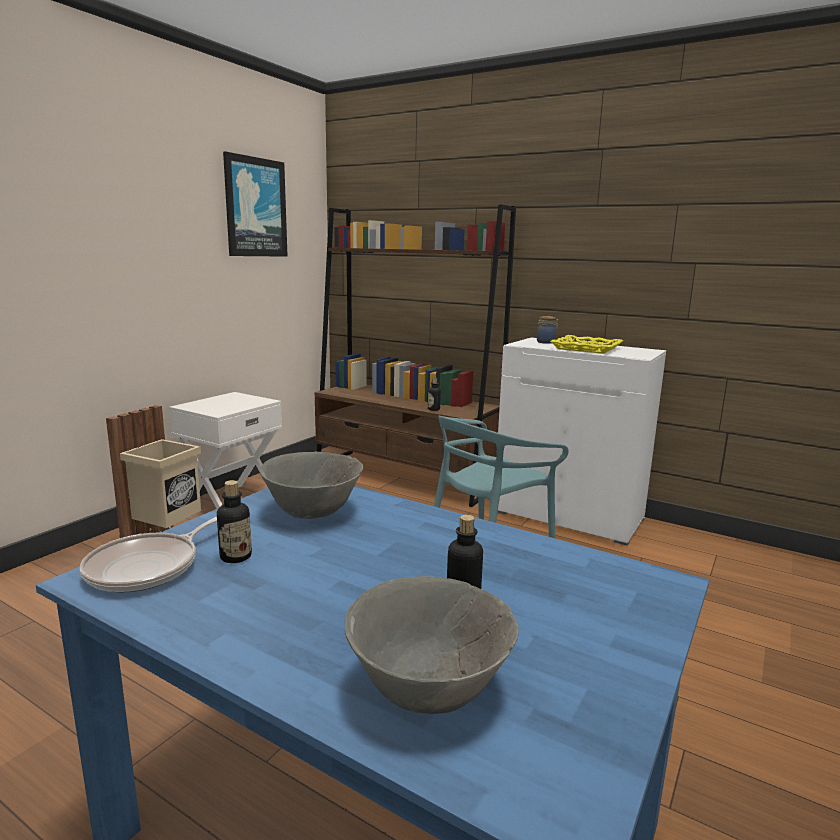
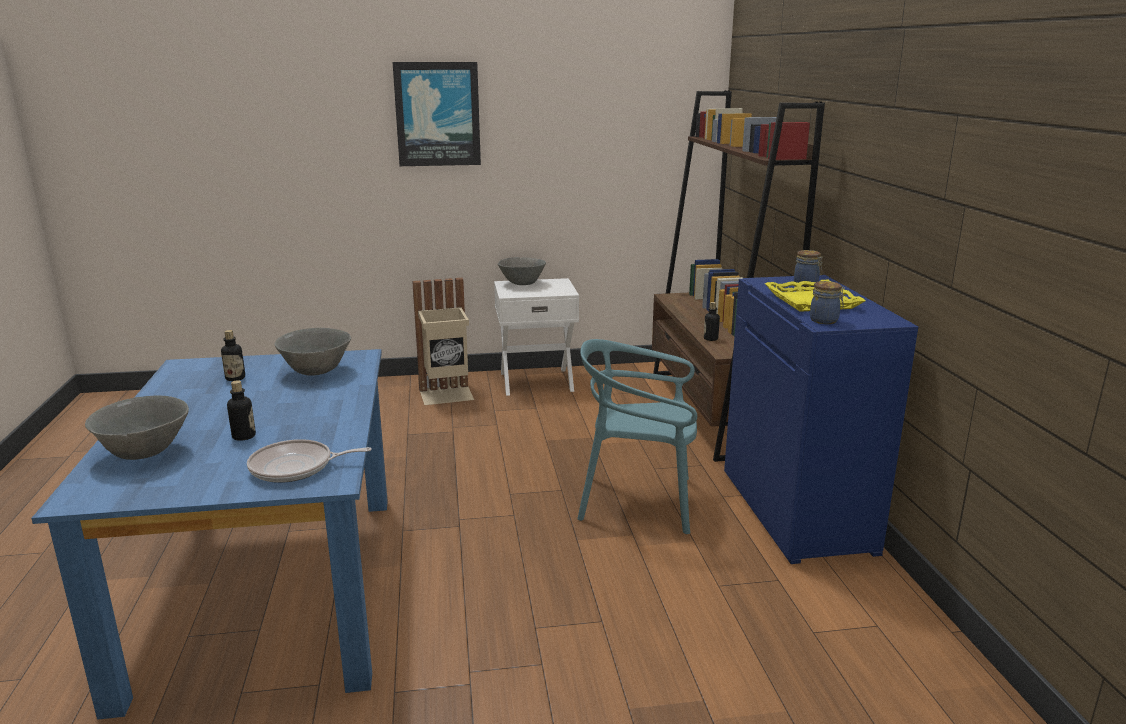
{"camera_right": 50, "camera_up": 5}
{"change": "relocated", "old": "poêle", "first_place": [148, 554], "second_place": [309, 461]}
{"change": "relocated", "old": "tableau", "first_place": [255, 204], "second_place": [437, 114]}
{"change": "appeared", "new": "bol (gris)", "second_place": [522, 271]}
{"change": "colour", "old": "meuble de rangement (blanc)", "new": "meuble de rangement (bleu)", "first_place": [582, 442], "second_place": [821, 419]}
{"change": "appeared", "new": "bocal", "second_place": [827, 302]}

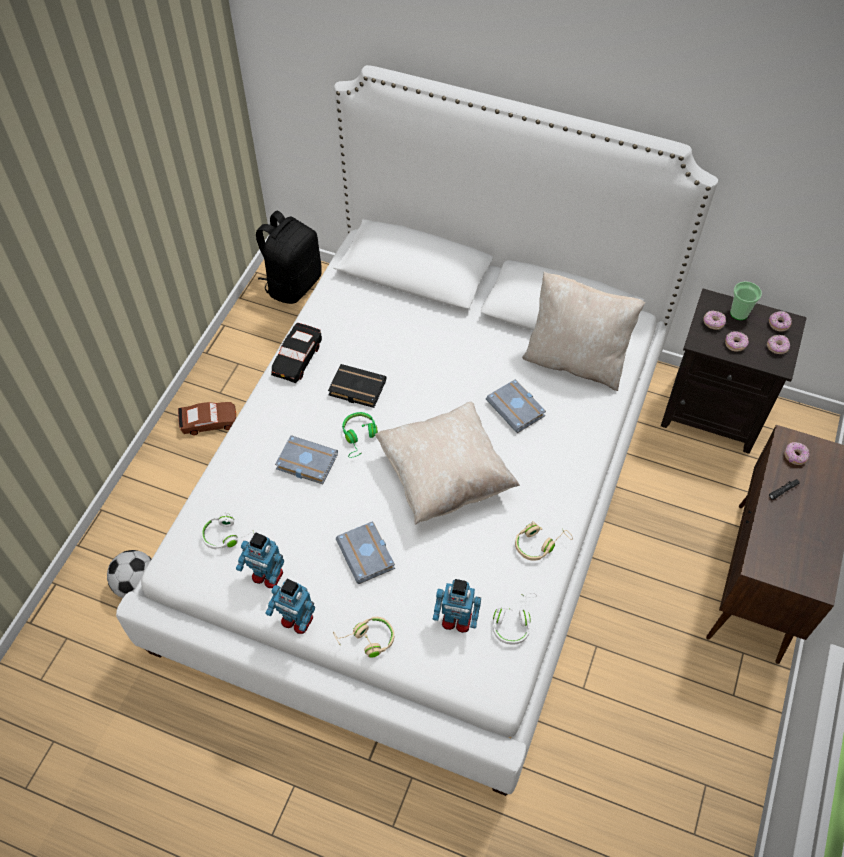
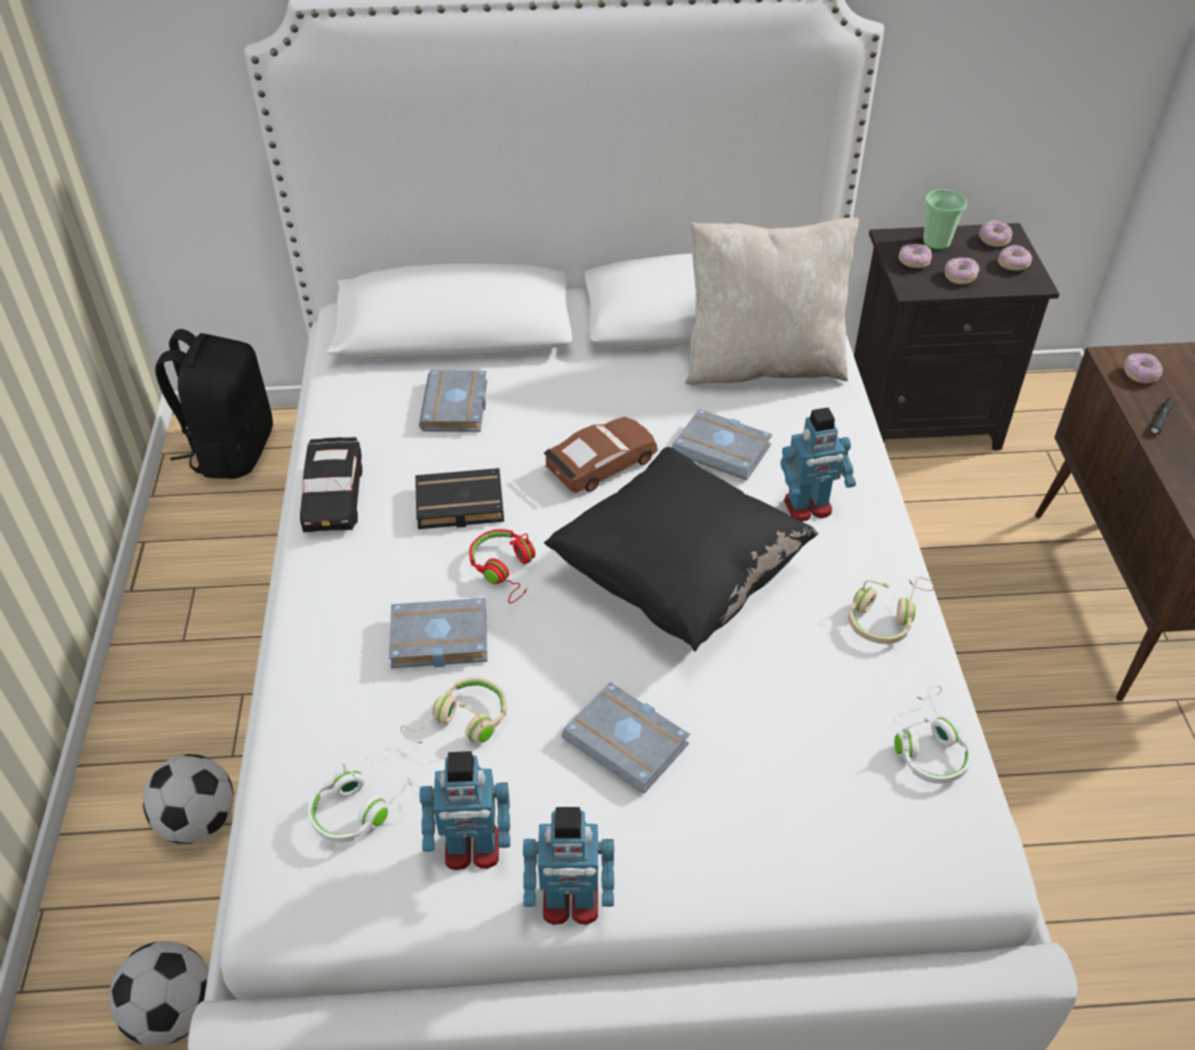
{"camera_right": -25, "camera_up": -10}
{"change": "appeared", "new": "ballon de foot", "second_place": [188, 799]}
{"change": "relocated", "old": "casque audio (beige)", "first_place": [363, 637], "second_place": [453, 710]}
{"change": "appeared", "new": "livre (gris)", "second_place": [453, 401]}
{"change": "colour", "old": "casque audio (vert)", "new": "casque audio (rouge)", "first_place": [360, 435], "second_place": [502, 566]}
{"change": "relocated", "old": "petite voiture (marron)", "first_place": [207, 418], "second_place": [601, 455]}
{"change": "colour", "old": "coussin (beige)", "new": "coussin (noir)", "first_place": [447, 463], "second_place": [681, 549]}
{"change": "relocated", "old": "robot jouet", "first_place": [457, 606], "second_place": [818, 464]}

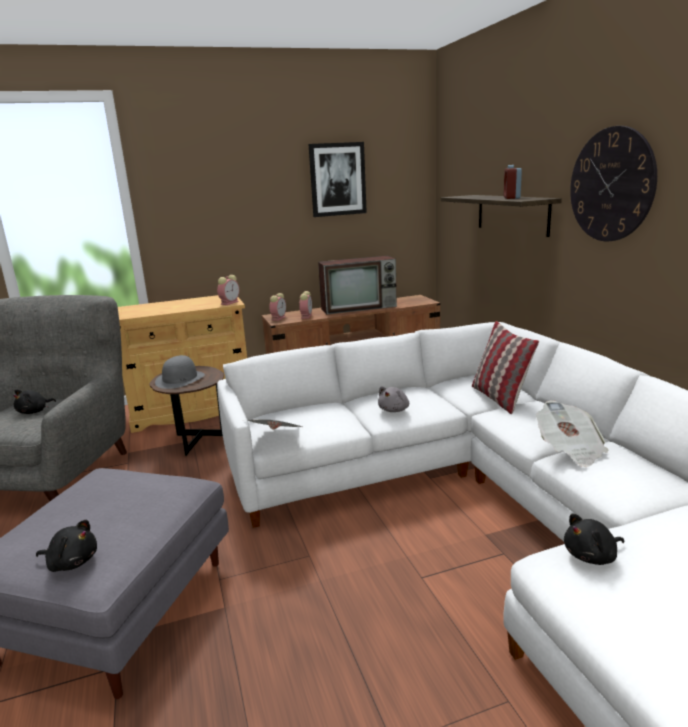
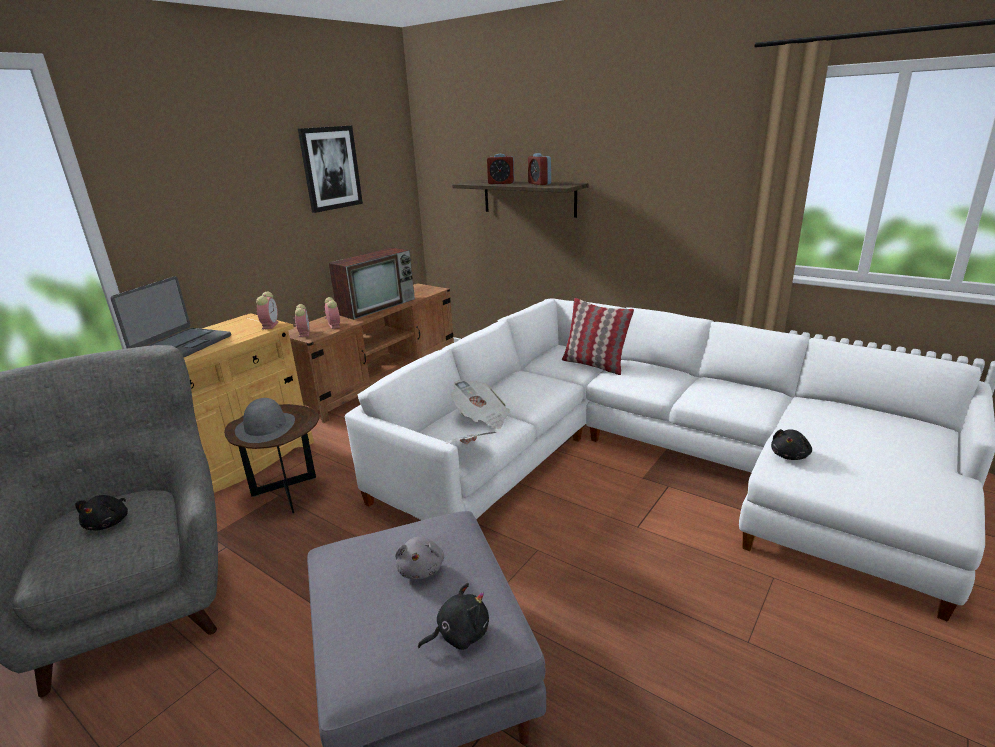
{"camera_right": -35, "camera_up": 5}
{"change": "appeared", "new": "ordinateur portable", "second_place": [170, 317]}
{"change": "relocated", "old": "peluche (gris)", "first_place": [393, 399], "second_place": [419, 558]}
{"change": "relocated", "old": "journal", "first_place": [572, 433], "second_place": [480, 404]}
{"change": "appeared", "new": "réveil", "second_place": [500, 169]}
{"change": "missing", "old": "horloge murale", "first_place": [613, 183]}

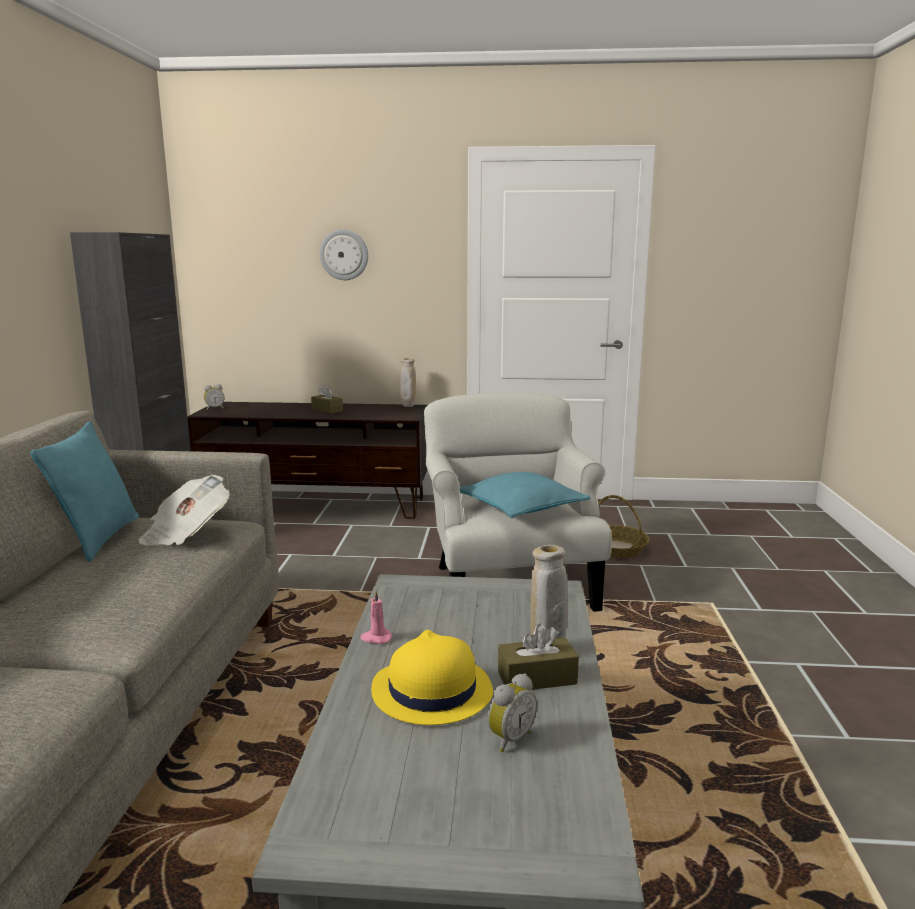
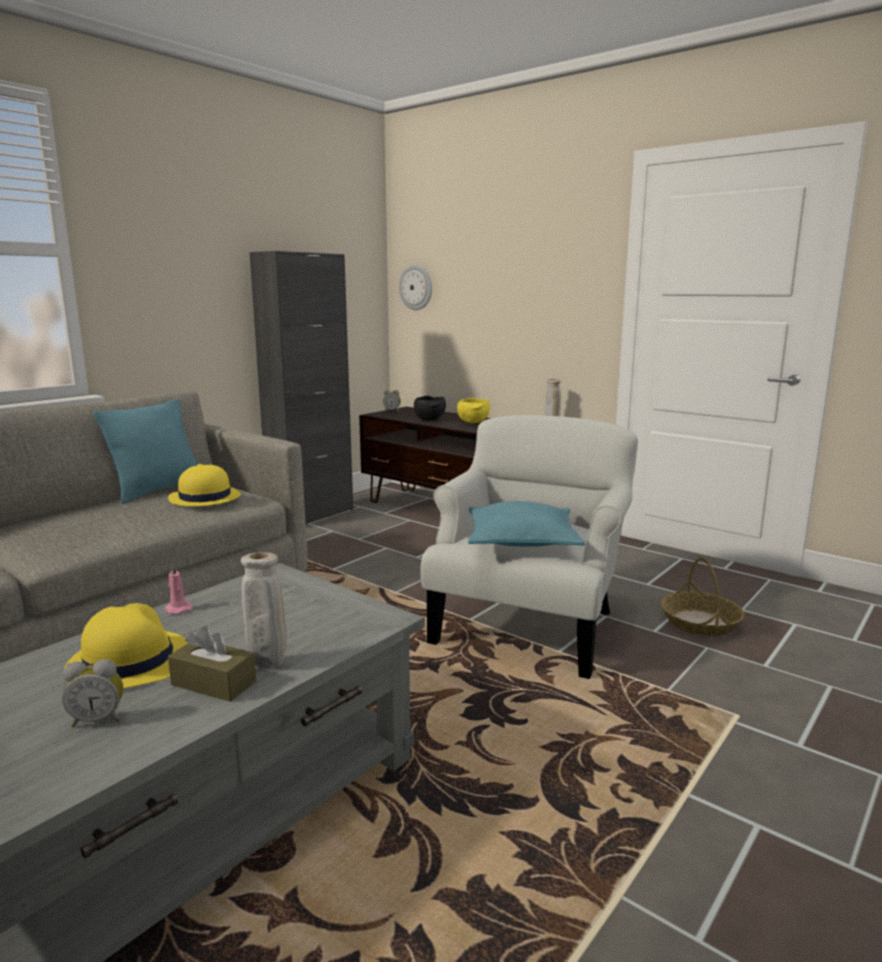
{"camera_right": 35, "camera_up": 0}
{"change": "exchanged", "old": "journal", "new": "chapeau (jaune)", "first_place": [184, 510], "second_place": [204, 485]}
{"change": "relocated", "old": "horloge murale", "first_place": [344, 254], "second_place": [415, 287]}
{"change": "appeared", "new": "bol (noir)", "second_place": [430, 408]}
{"change": "exchanged", "old": "boîte à mouchoirs (marron)", "new": "bol (jaune)", "first_place": [327, 399], "second_place": [473, 410]}

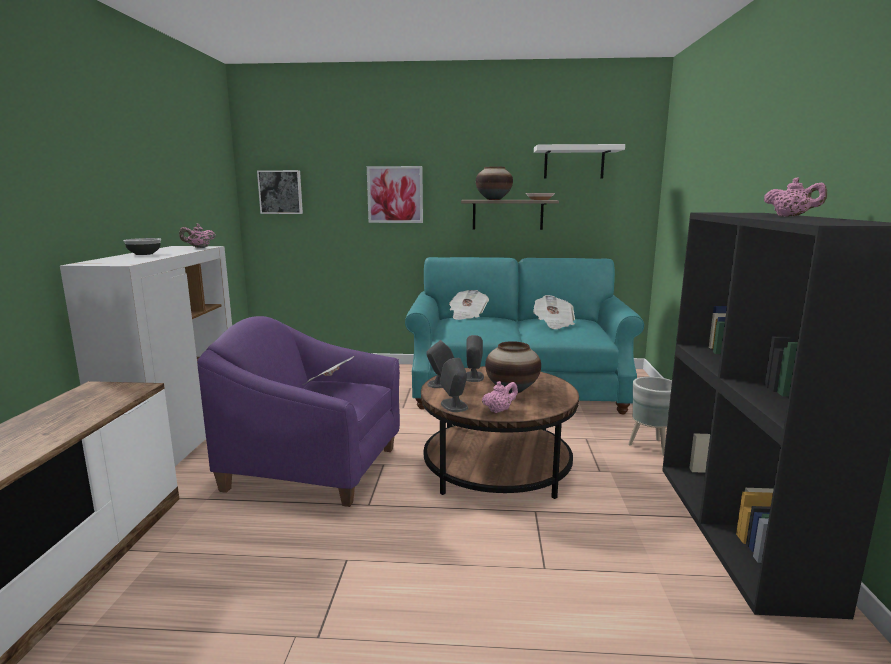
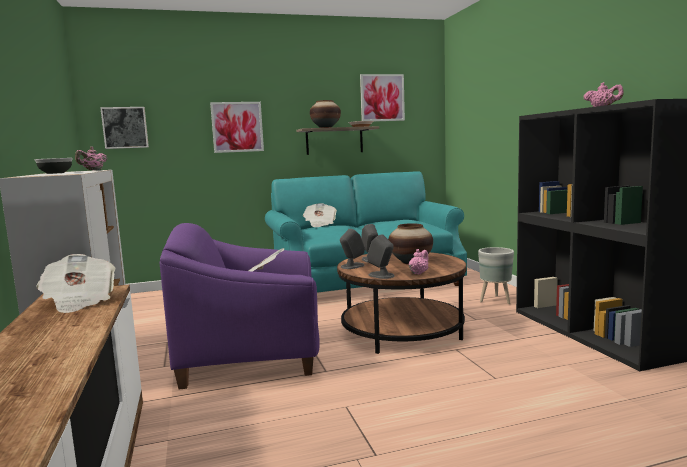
{"camera_right": -20, "camera_up": -5}
{"change": "relocated", "old": "journal", "first_place": [554, 312], "second_place": [75, 283]}
{"change": "exchanged", "old": "étagère (blanc)", "new": "tableau", "first_place": [579, 161], "second_place": [382, 97]}

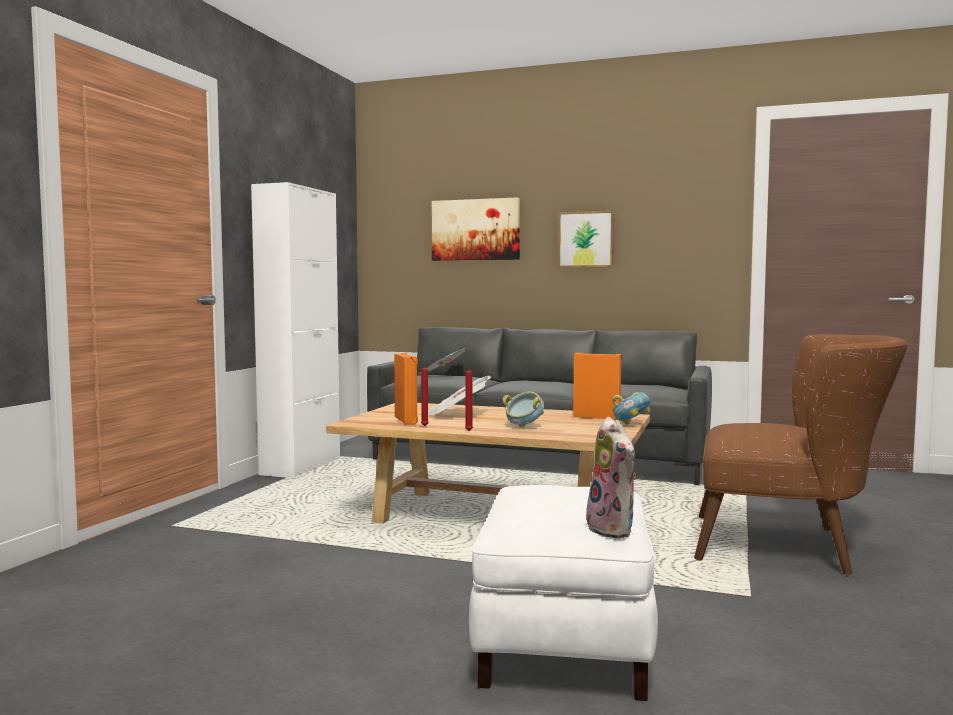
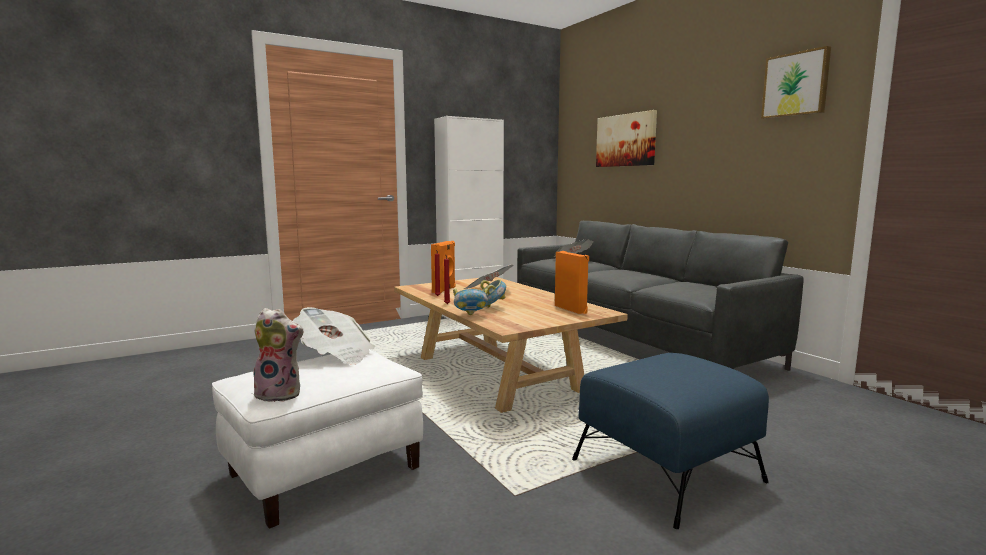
{"camera_right": 40, "camera_up": 5}
{"change": "spun", "old": "peluche", "first_place": [611, 477], "second_place": [276, 355], "degrees": -105}
{"change": "appeared", "new": "journal", "second_place": [334, 336]}
{"change": "relocated", "old": "bol", "first_place": [631, 408], "second_place": [470, 301]}
{"change": "exchanged", "old": "fauteuil (marron)", "new": "pouf (bleu)", "first_place": [801, 454], "second_place": [670, 441]}
{"change": "relocated", "old": "tableau", "first_place": [586, 239], "second_place": [796, 82]}

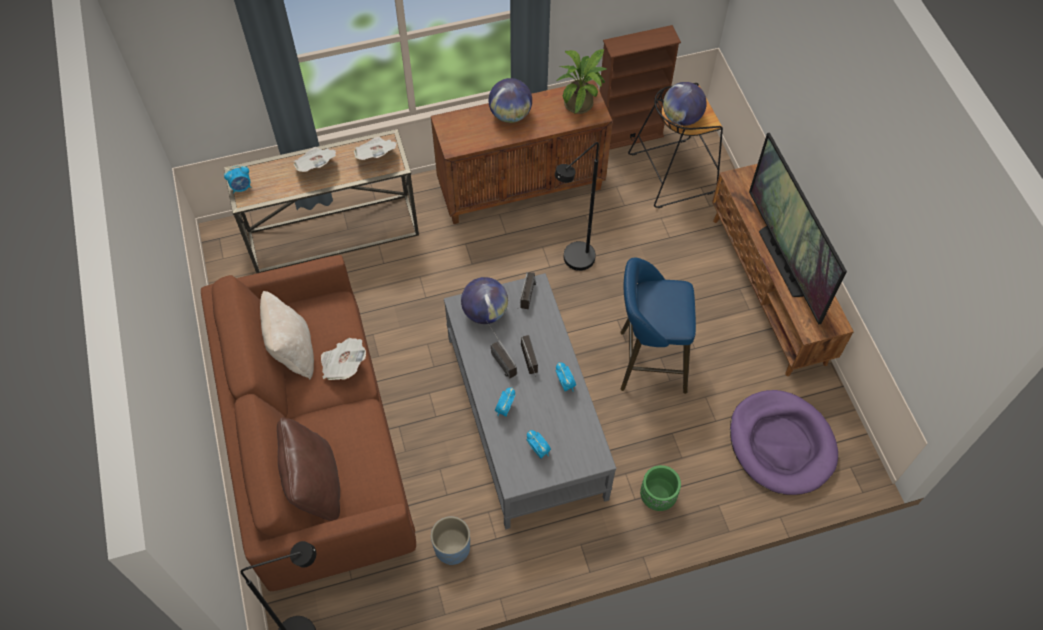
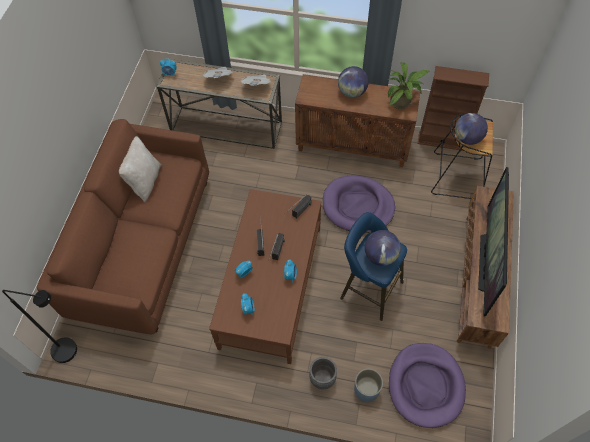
{"camera_right": 30, "camera_up": 0}
{"change": "colour", "old": "table basse (gris)", "new": "table basse (marron)", "first_place": [530, 401], "second_place": [265, 276]}
{"change": "colour", "old": "cache-pot (vert)", "new": "cache-pot (gris)", "first_place": [660, 488], "second_place": [323, 373]}
{"change": "exchanged", "old": "lampadaire (noir)", "new": "panier pour chien (violet)", "first_place": [577, 206], "second_place": [359, 204]}
{"change": "relocated", "old": "cache-pot (bleu)", "first_place": [450, 541], "second_place": [368, 385]}
{"change": "relocated", "old": "globe", "first_place": [484, 300], "second_place": [383, 248]}
{"change": "missing", "old": "coussin (marron)", "first_place": [308, 469]}
{"change": "missing", "old": "journal", "first_place": [343, 359]}

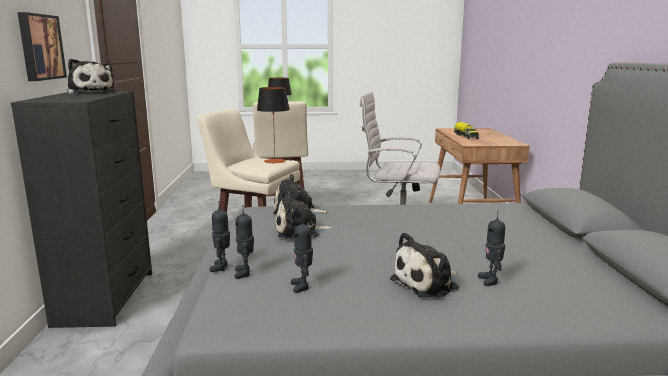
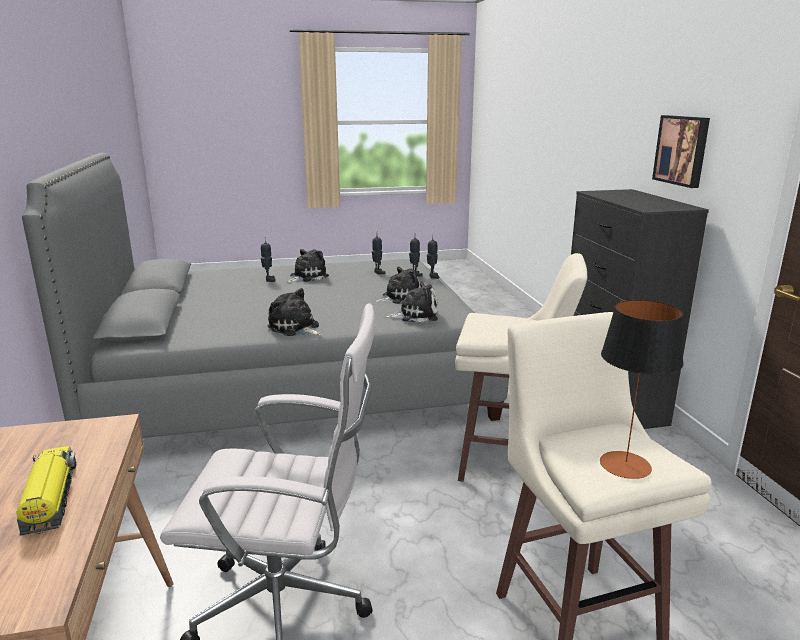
{"camera_right": 170, "camera_up": 5}
{"change": "relocated", "old": "peluche", "first_place": [91, 76], "second_place": [295, 312]}
{"change": "missing", "old": "lampe de table", "first_place": [273, 125]}

